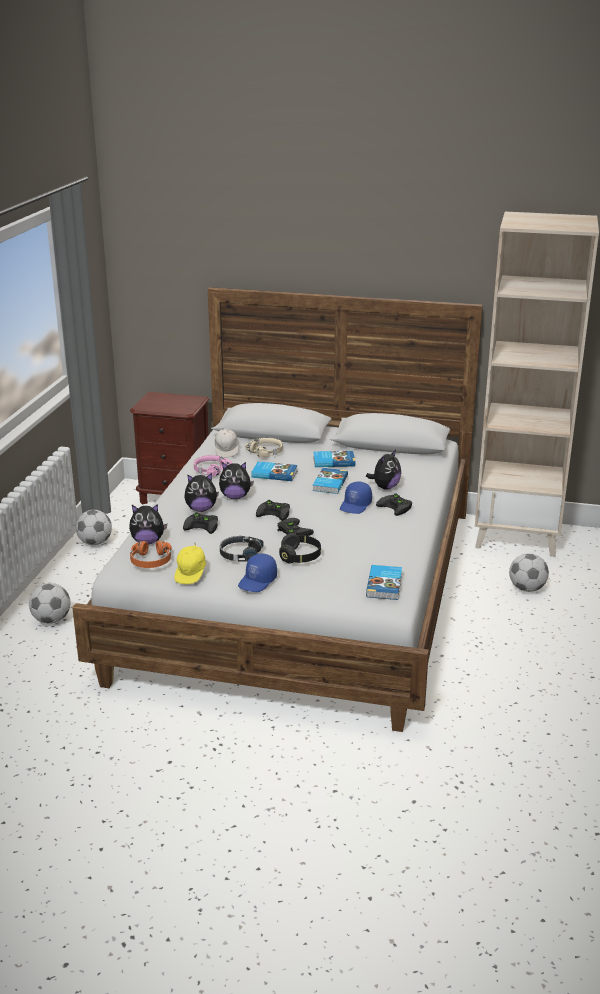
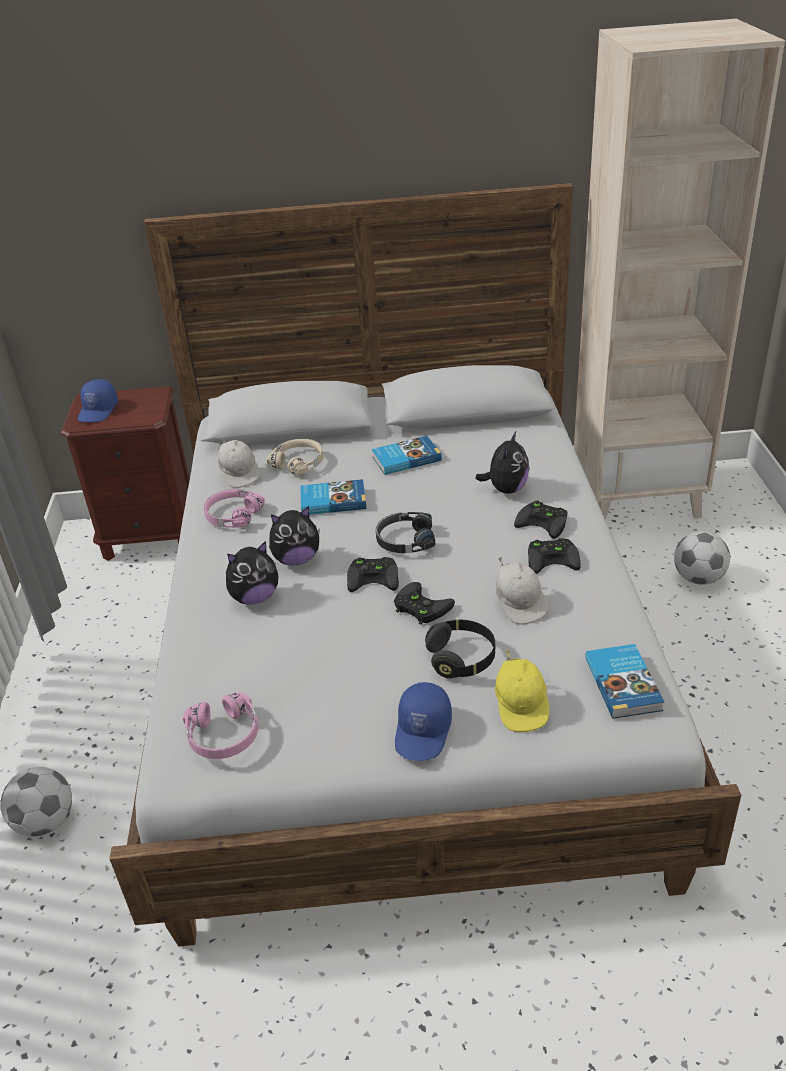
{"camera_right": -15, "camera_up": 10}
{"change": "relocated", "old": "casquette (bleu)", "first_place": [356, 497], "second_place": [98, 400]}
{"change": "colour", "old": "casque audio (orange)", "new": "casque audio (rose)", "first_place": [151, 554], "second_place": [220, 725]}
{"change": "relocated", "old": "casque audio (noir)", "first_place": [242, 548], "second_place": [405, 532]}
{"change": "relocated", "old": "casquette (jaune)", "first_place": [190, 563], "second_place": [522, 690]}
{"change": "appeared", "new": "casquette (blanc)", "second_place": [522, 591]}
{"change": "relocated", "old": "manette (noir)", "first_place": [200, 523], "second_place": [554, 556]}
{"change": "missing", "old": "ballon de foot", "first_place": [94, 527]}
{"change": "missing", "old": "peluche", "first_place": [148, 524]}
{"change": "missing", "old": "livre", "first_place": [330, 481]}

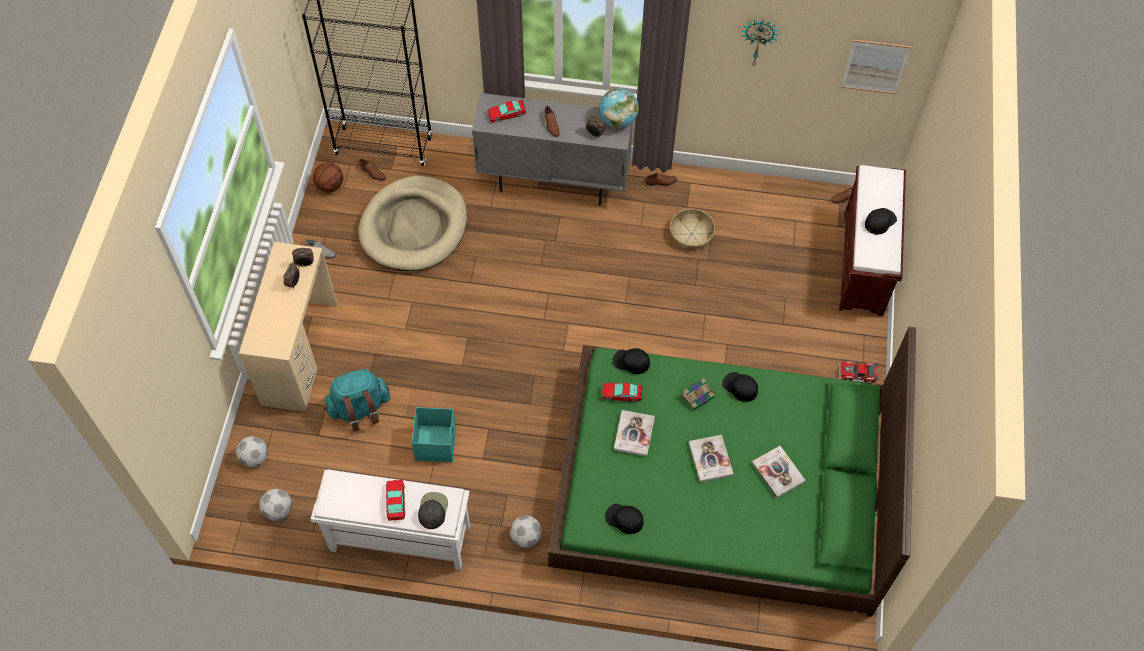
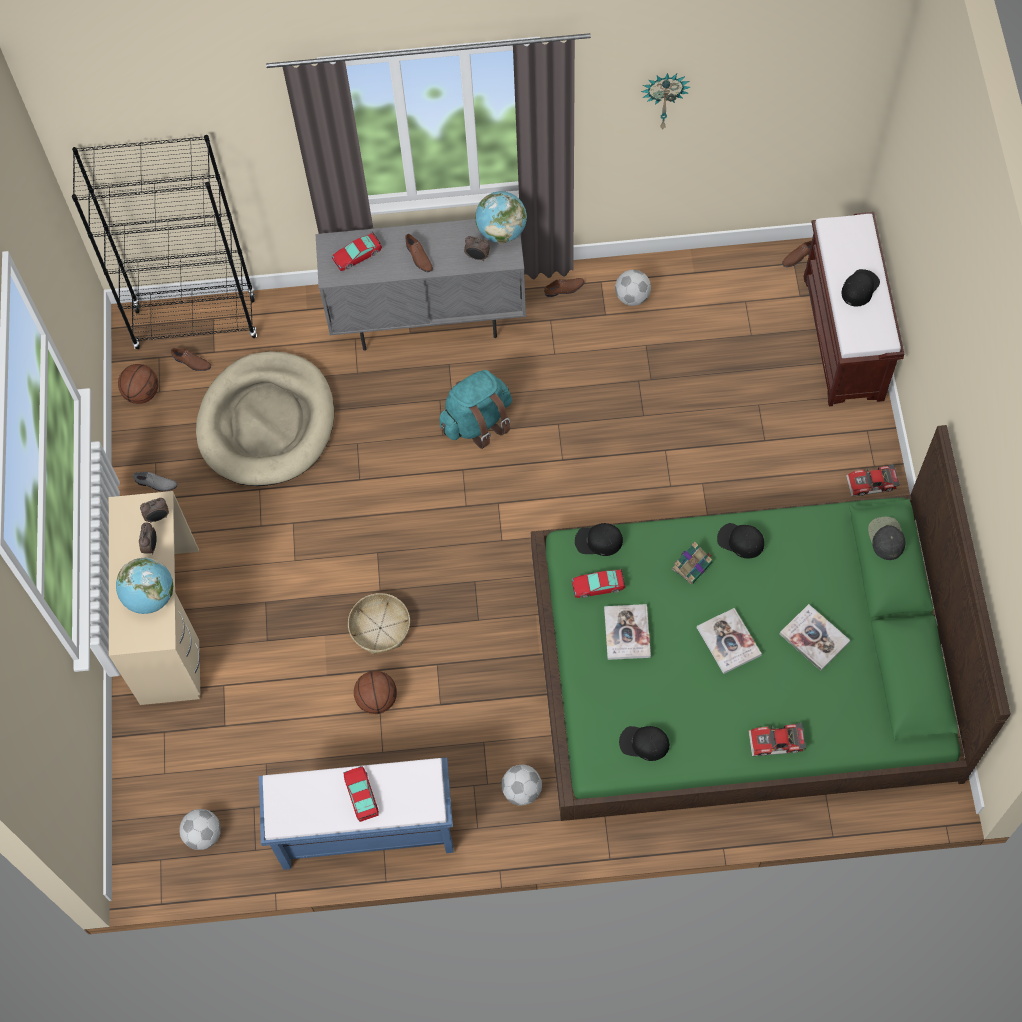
{"camera_right": -10, "camera_up": 5}
{"change": "appeared", "new": "globe", "second_place": [144, 586]}
{"change": "colour", "old": "banc (blanc)", "new": "banc (bleu)", "first_place": [390, 519], "second_place": [356, 813]}
{"change": "relocated", "old": "panier", "first_place": [692, 229], "second_place": [379, 623]}
{"change": "exchanged", "old": "boîte de rangement (turquoise)", "new": "ballon de basket", "first_place": [434, 434], "second_place": [375, 692]}
{"change": "relocated", "old": "sac à dos (turquoise)", "first_place": [357, 400], "second_place": [475, 409]}
{"change": "relocated", "old": "ballon de foot", "first_place": [252, 451], "second_place": [633, 288]}
{"change": "appeared", "new": "petite voiture", "second_place": [777, 739]}
{"change": "relocated", "old": "casquette (noir)", "first_place": [433, 510], "second_place": [887, 538]}
{"change": "missing", "old": "tableau", "first_place": [876, 67]}

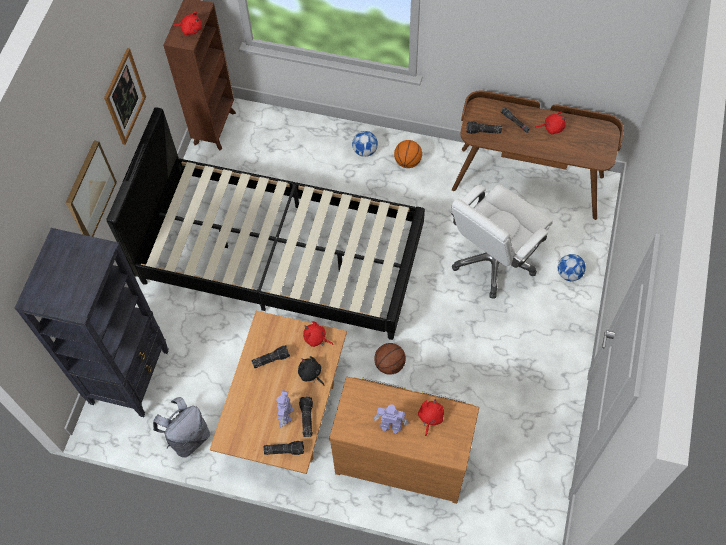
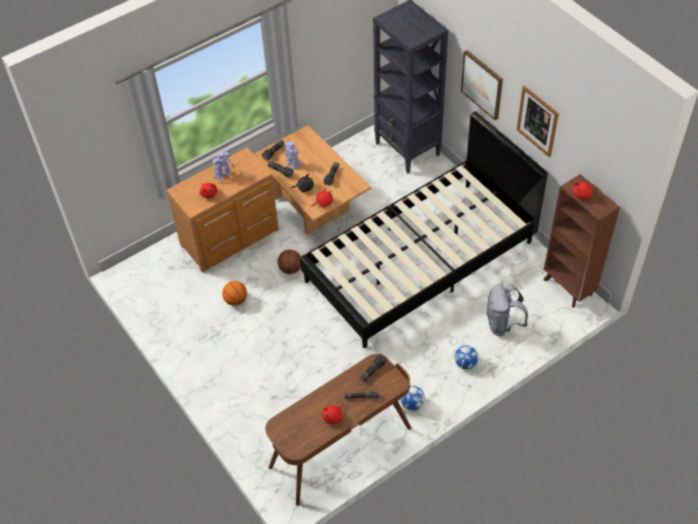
{"camera_right": 130, "camera_up": -10}
{"change": "relocated", "old": "ballon de basket", "first_place": [408, 154], "second_place": [234, 293]}
{"change": "relocated", "old": "ballon de foot", "first_place": [572, 267], "second_place": [412, 398]}
{"change": "relocated", "old": "sac à dos (gris)", "first_place": [181, 427], "second_place": [507, 310]}
{"change": "missing", "old": "chaise de bureau (blanc)", "first_place": [502, 241]}

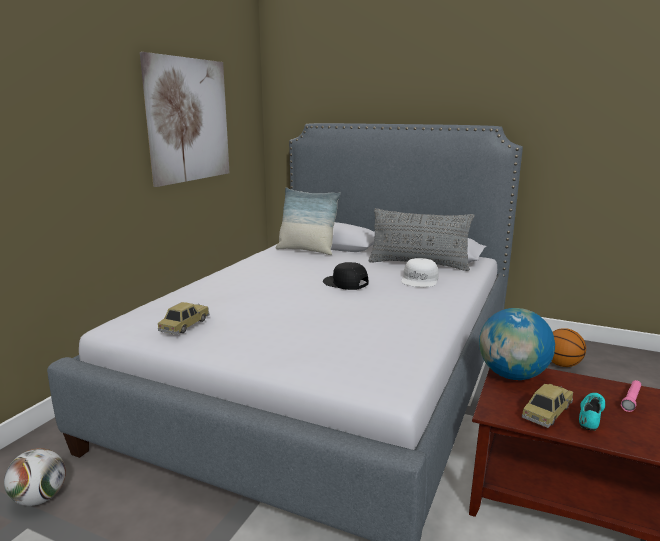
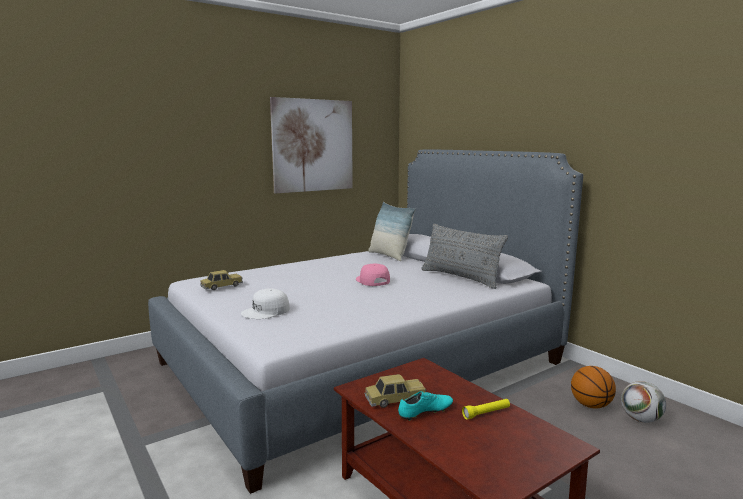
{"camera_right": 30, "camera_up": -5}
{"change": "relocated", "old": "casquette (blanc)", "first_place": [420, 272], "second_place": [265, 303]}
{"change": "colour", "old": "casquette (noir)", "new": "casquette (rose)", "first_place": [346, 276], "second_place": [373, 275]}
{"change": "colour", "old": "lampe de poche (rose)", "new": "lampe de poche (jaune)", "first_place": [631, 396], "second_place": [486, 409]}
{"change": "relocated", "old": "ballon de foot", "first_place": [35, 477], "second_place": [643, 402]}
{"change": "missing", "old": "globe", "first_place": [517, 344]}

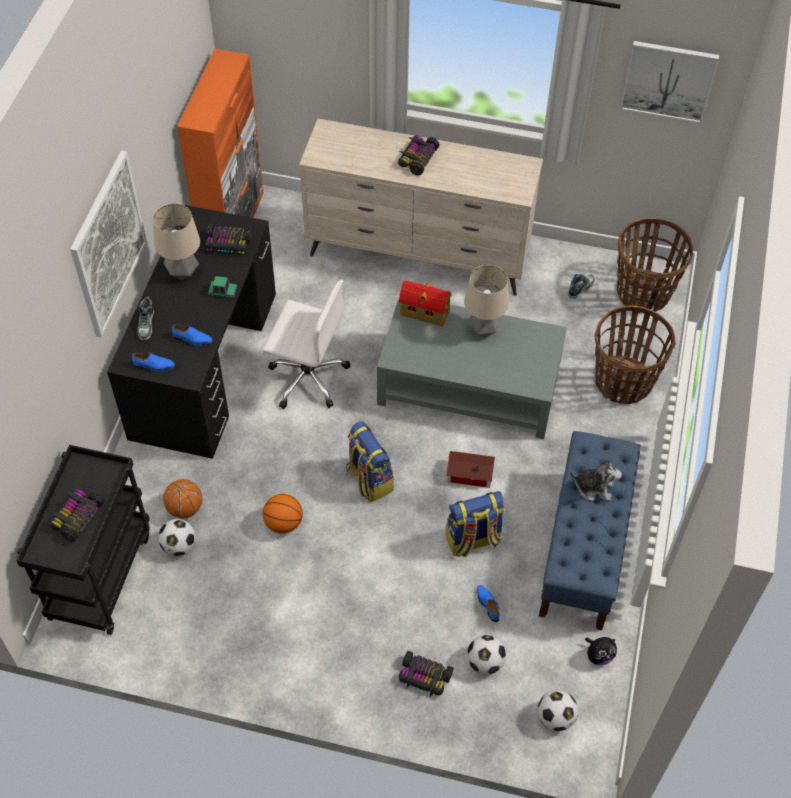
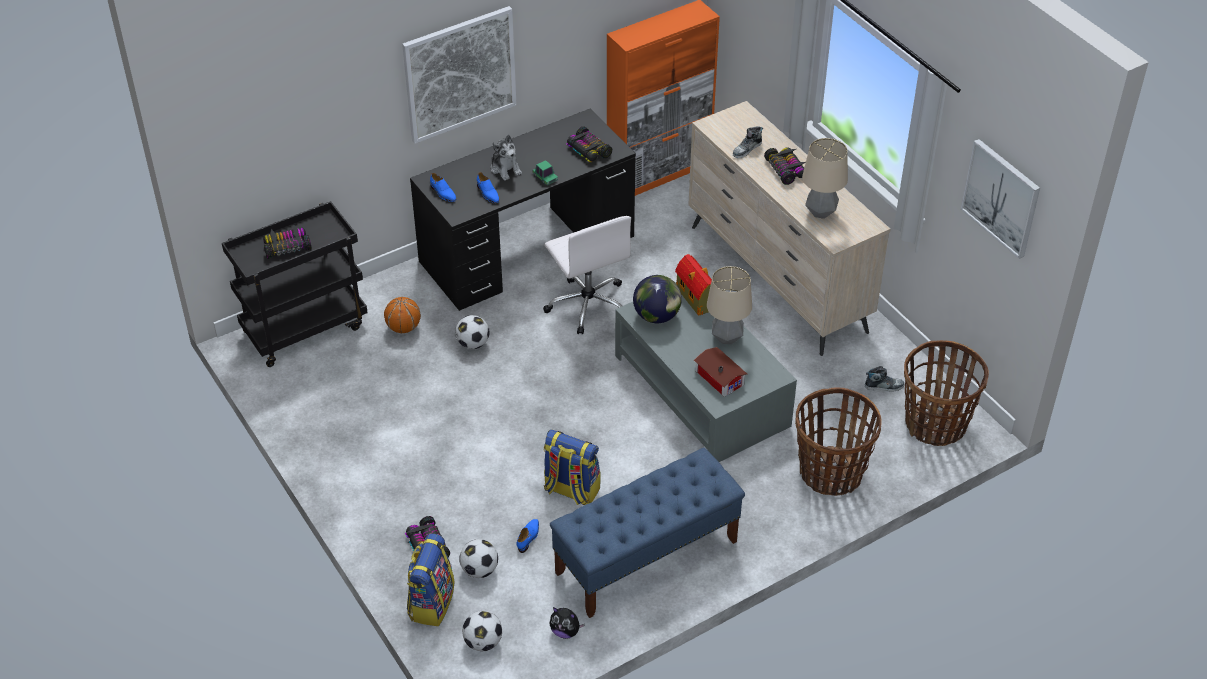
{"camera_right": 45, "camera_up": -10}
{"change": "relocated", "old": "sac à dos", "first_place": [370, 461], "second_place": [431, 579]}
{"change": "relocated", "old": "ballon de foot", "first_place": [177, 537], "second_place": [472, 332]}
{"change": "relocated", "old": "peluche", "first_place": [596, 480], "second_place": [506, 158]}
{"change": "appeared", "new": "globe", "second_place": [657, 299]}
{"change": "relocated", "old": "maison miniature", "first_place": [470, 469], "second_place": [720, 372]}
{"change": "relocated", "old": "chaussure", "first_place": [145, 318], "second_place": [748, 142]}
{"change": "spun", "old": "petite voiture", "first_place": [418, 155], "second_place": [784, 166], "degrees": 90}
{"change": "relocated", "old": "lampe de table", "first_place": [176, 241], "second_place": [825, 178]}
{"change": "missing", "old": "ballon de basket", "first_place": [283, 514]}

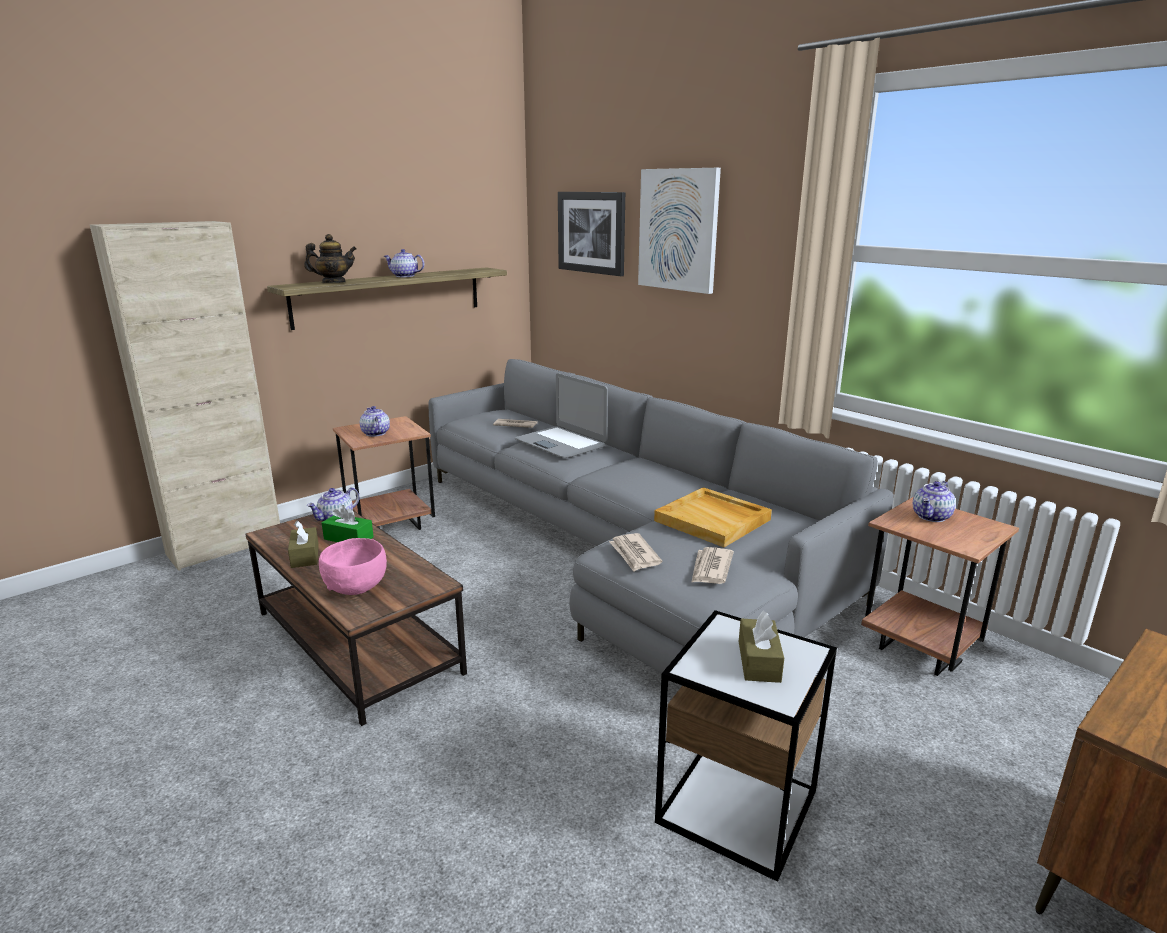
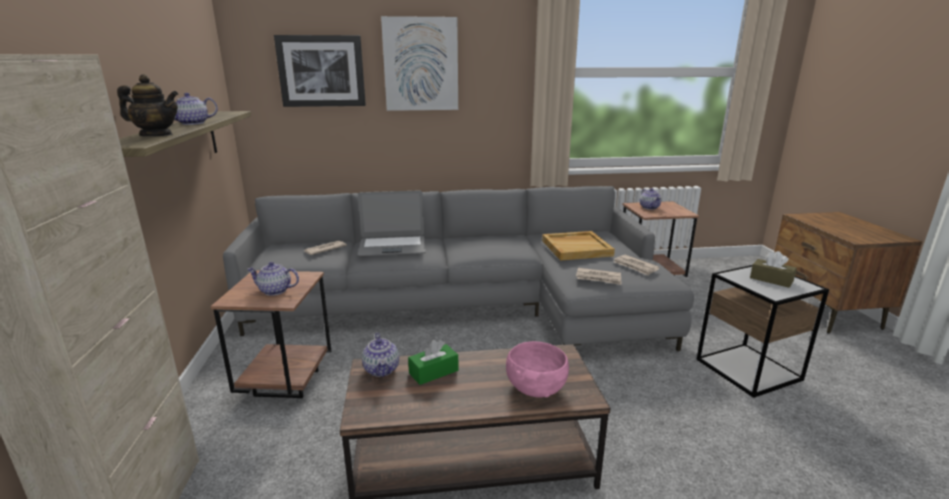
{"camera_right": -55, "camera_up": 0}
{"change": "spun", "old": "théière", "first_place": [330, 258], "second_place": [148, 105], "degrees": 75}
{"change": "missing", "old": "boîte à mouchoirs (marron)", "first_place": [303, 544]}

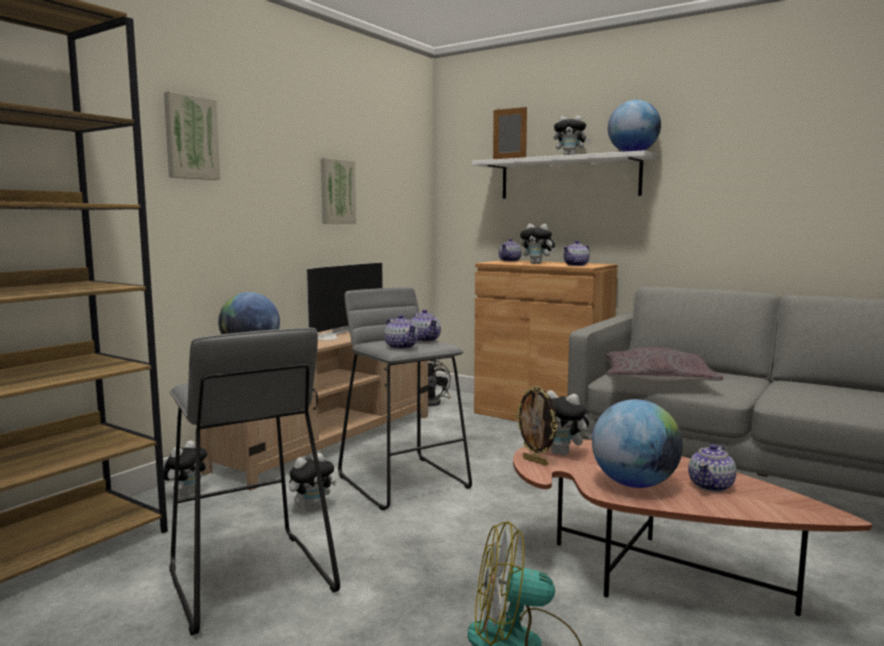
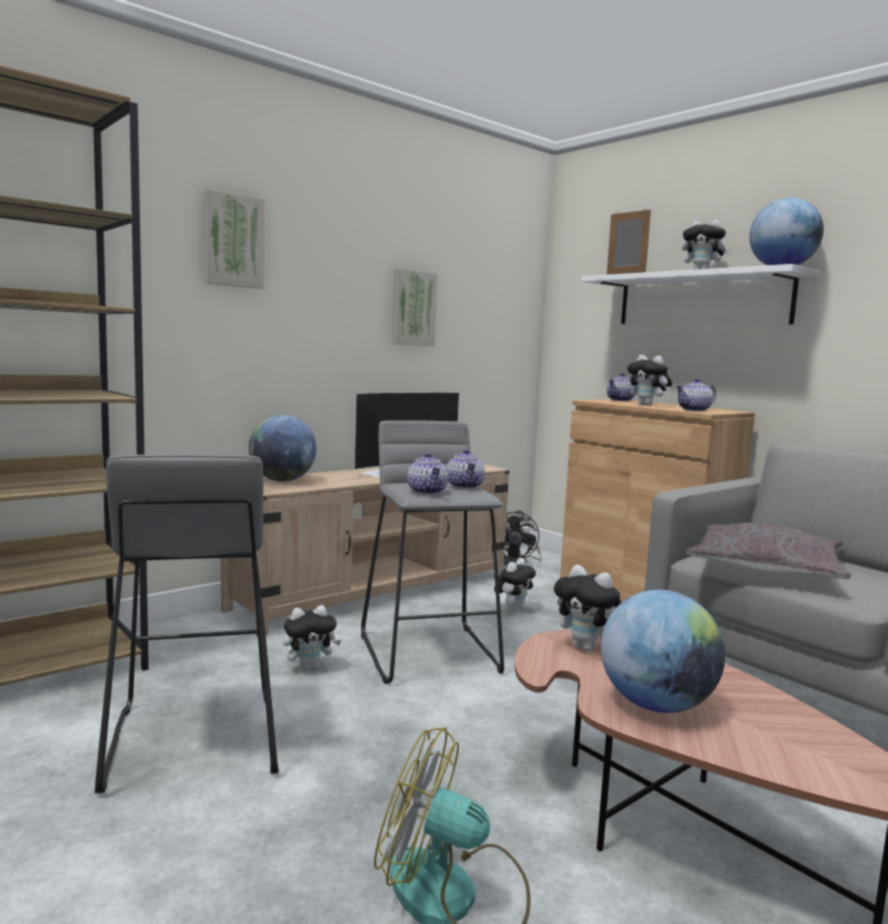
{"camera_right": 15, "camera_up": 0}
{"change": "relocated", "old": "peluche", "first_place": [185, 468], "second_place": [515, 584]}
{"change": "missing", "old": "cadre photo", "first_place": [536, 425]}
{"change": "missing", "old": "théière", "first_place": [712, 468]}

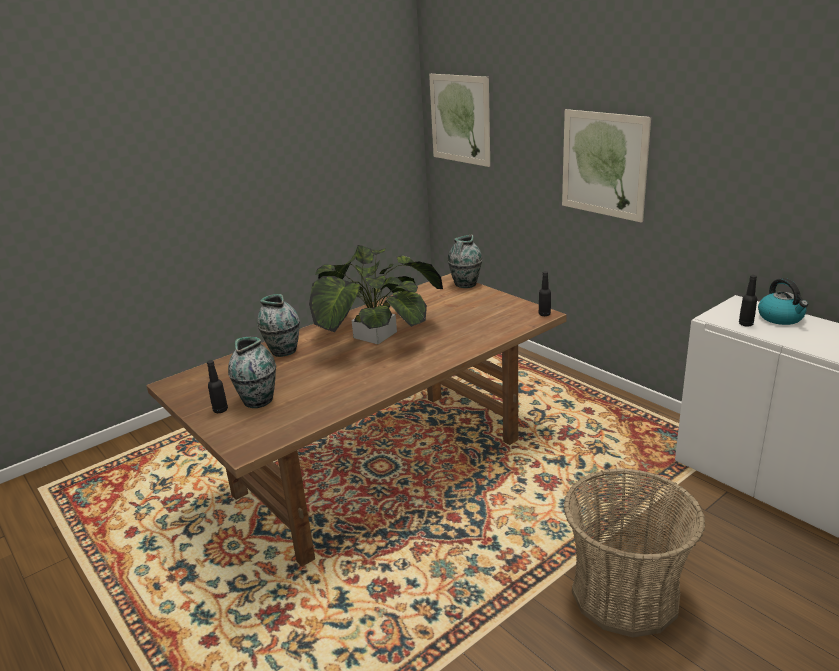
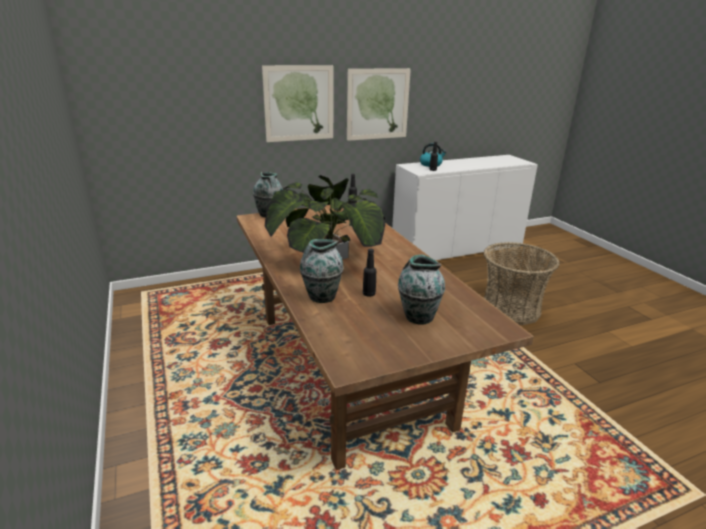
{"camera_right": -75, "camera_up": 0}
{"change": "relocated", "old": "tableau", "first_place": [459, 120], "second_place": [379, 104]}
{"change": "relocated", "old": "bouteille (noir)", "first_place": [217, 386], "second_place": [369, 273]}

